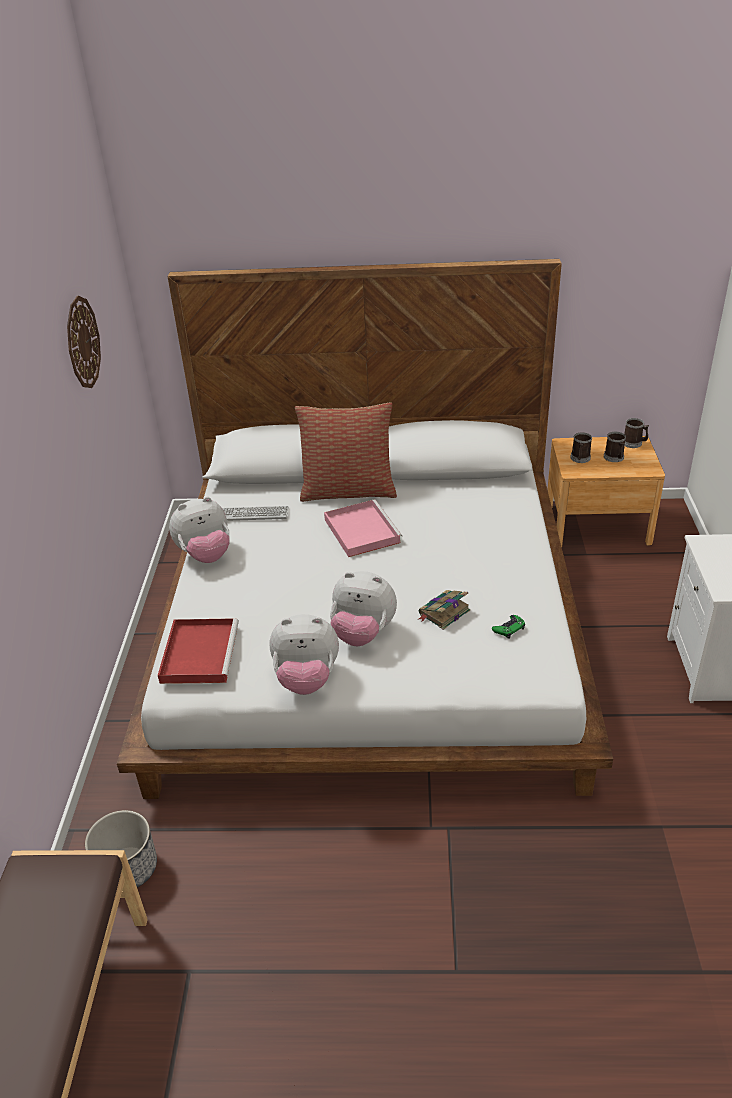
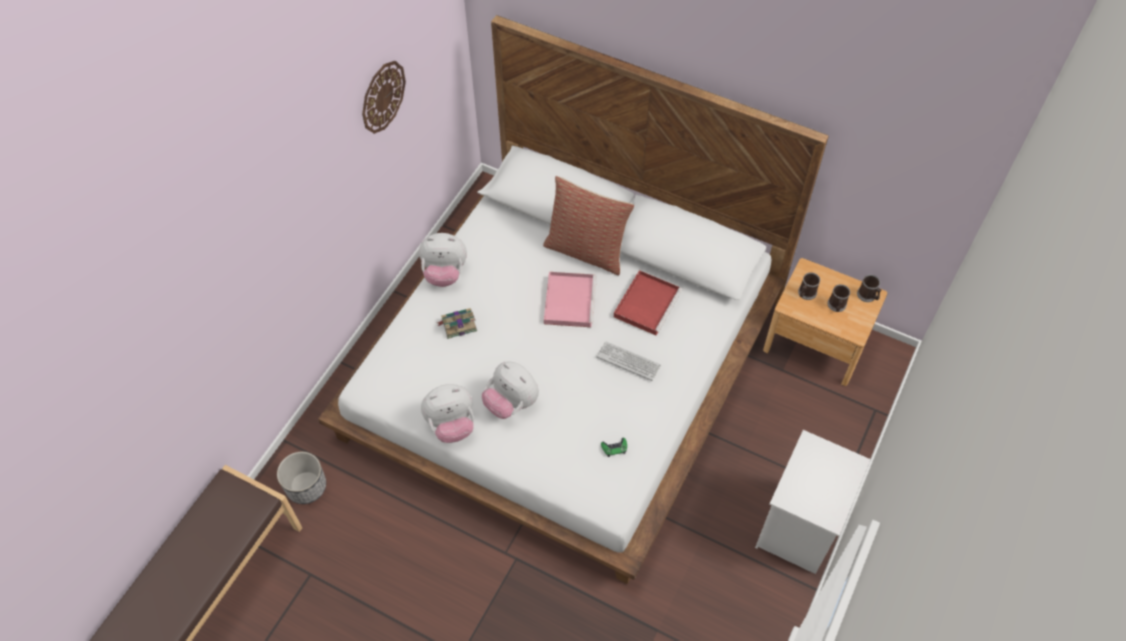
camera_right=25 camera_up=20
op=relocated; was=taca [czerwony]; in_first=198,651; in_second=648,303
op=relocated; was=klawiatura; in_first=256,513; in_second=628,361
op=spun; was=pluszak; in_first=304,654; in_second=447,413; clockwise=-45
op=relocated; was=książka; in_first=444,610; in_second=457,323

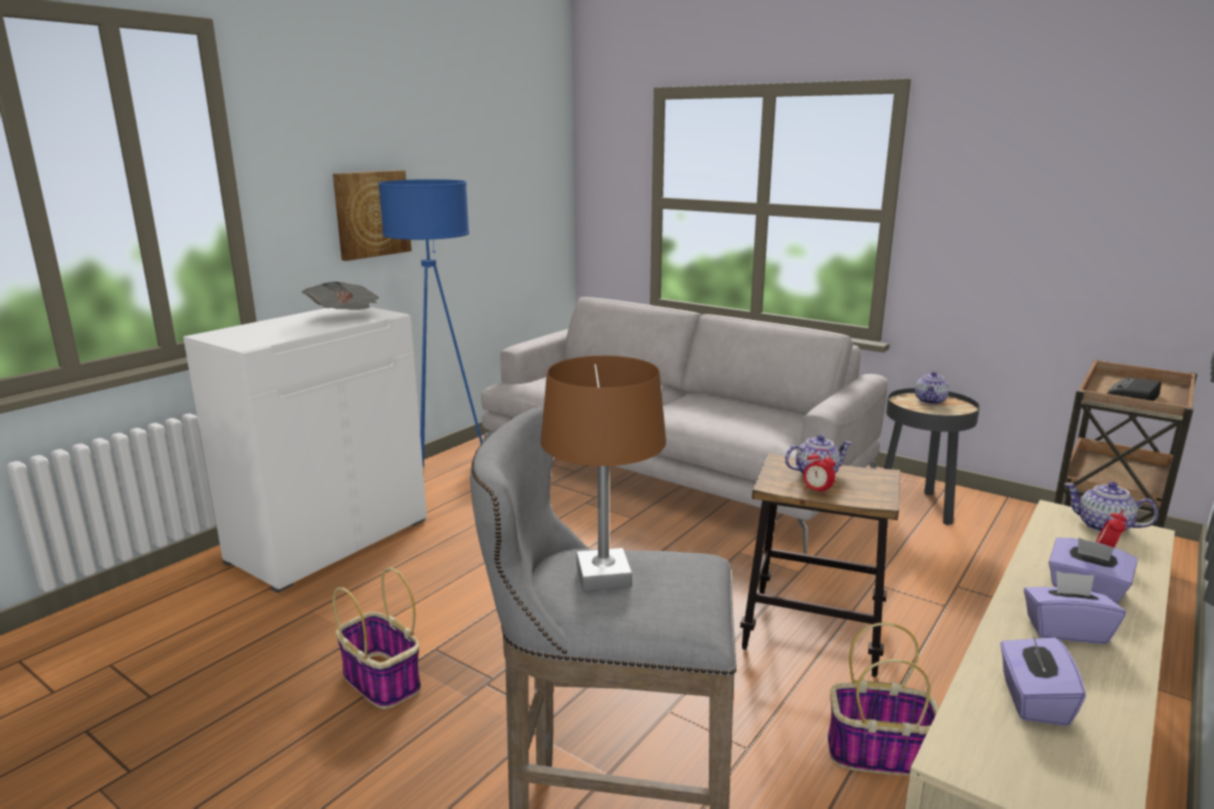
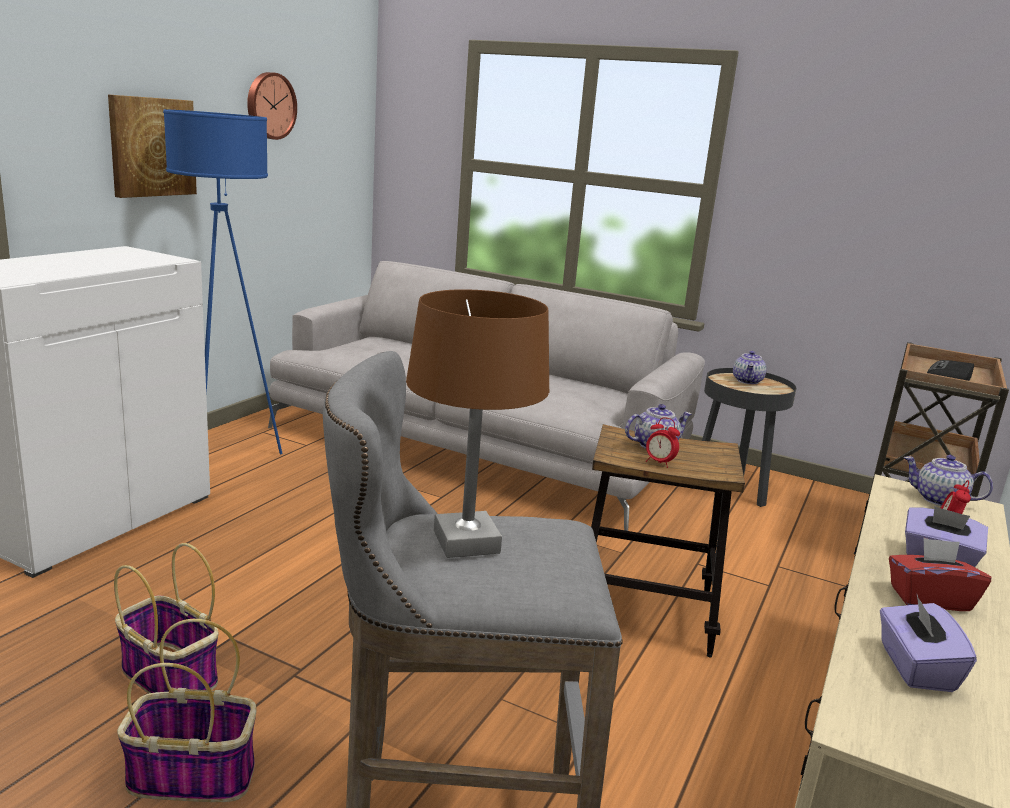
camera_right=-10 camera_up=0
op=missing; was=gazeta; in_first=340,296
op=relocated; was=koszyk; in_first=883,699; in_second=187,710
op=colour; was=pudełko chusteczek [fioletowy]; now=pudełko chusteczek [czerwony]; in_first=1075,607; in_second=940,574
op=appeared; now=zegar ścienny; in_second=272,106

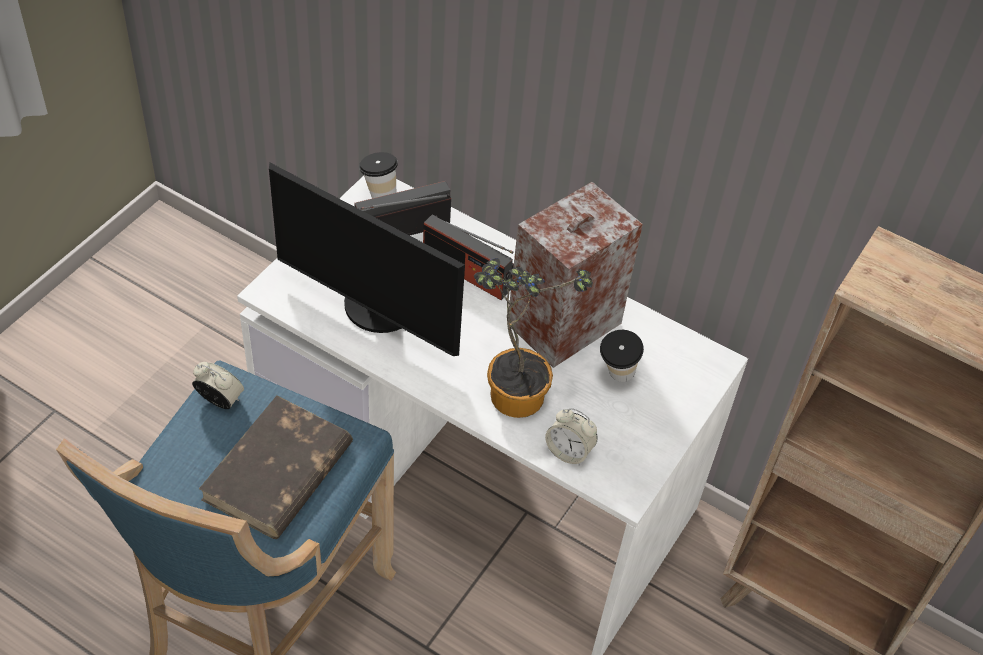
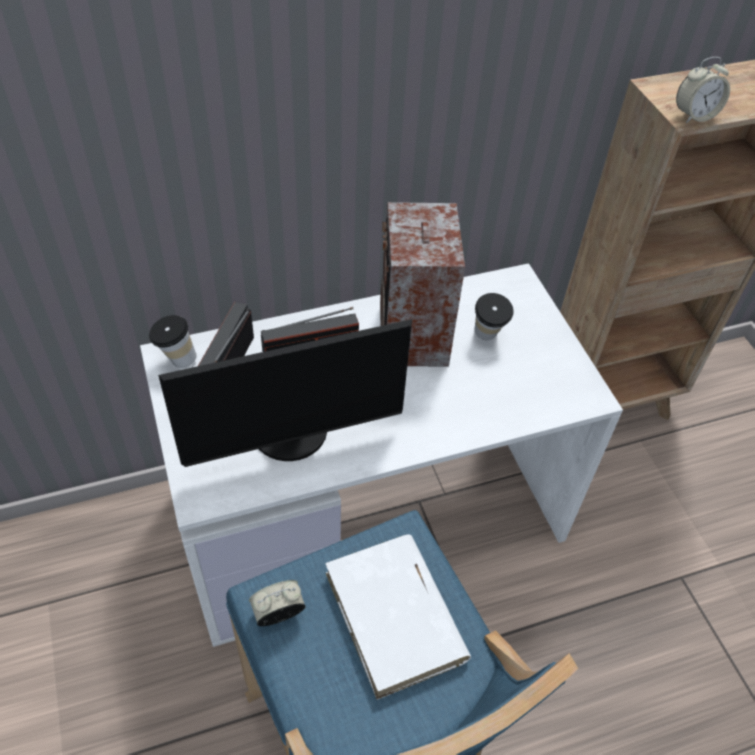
camera_right=-50 camera_up=0
op=colour; was=książka [brązowy]; now=książka [biały]; in_first=276,467; in_second=398,617
op=missing; was=roślina doniczkowa; in_first=533,338
op=relocated; was=budzik; in_first=571,437; in_second=703,90

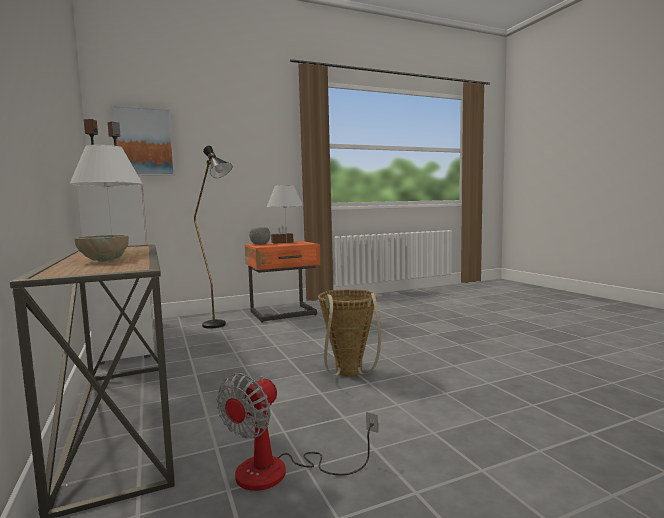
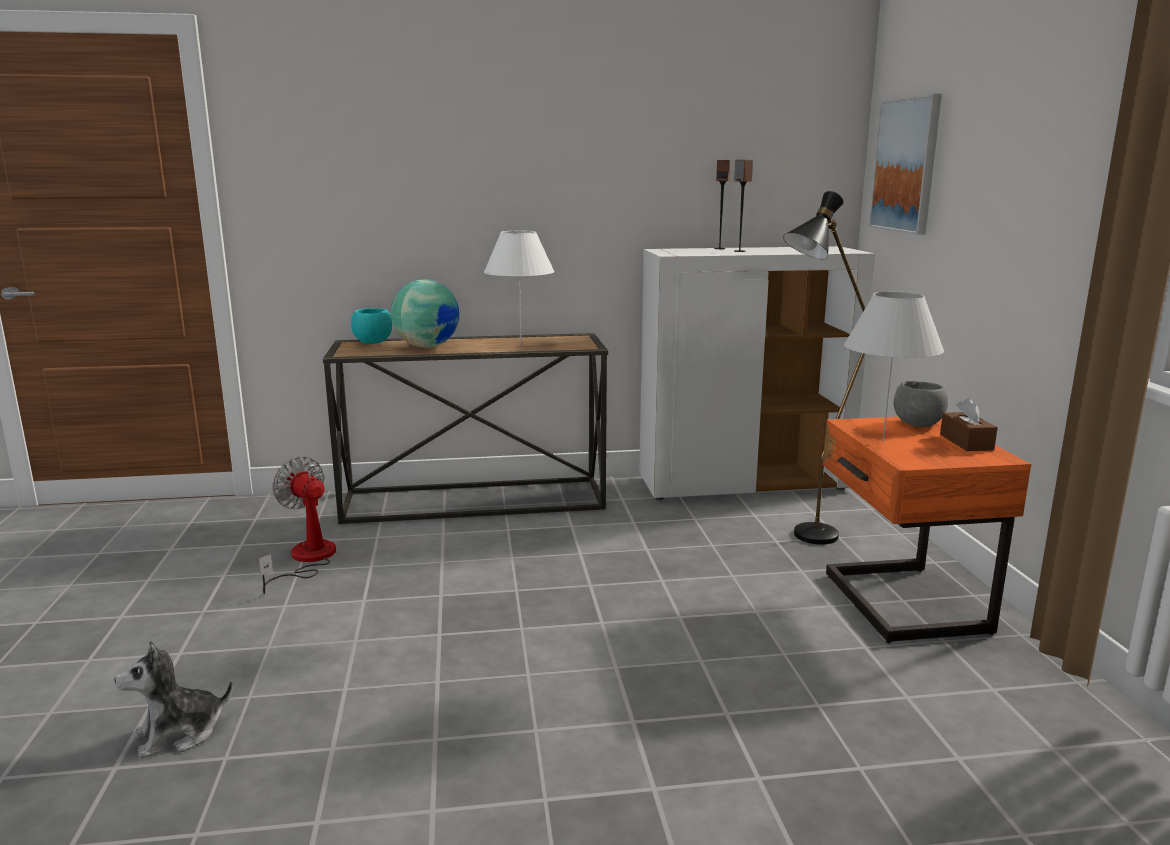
camera_right=105 camera_up=10
op=exchanged; was=miska [beżowy]; now=globus; in_first=102,248; in_second=425,313
op=missing; was=koszyk; in_first=349,333
op=appeared; now=pluszak; in_second=173,700
op=appeared; now=miska [turkusowy]; in_second=371,326

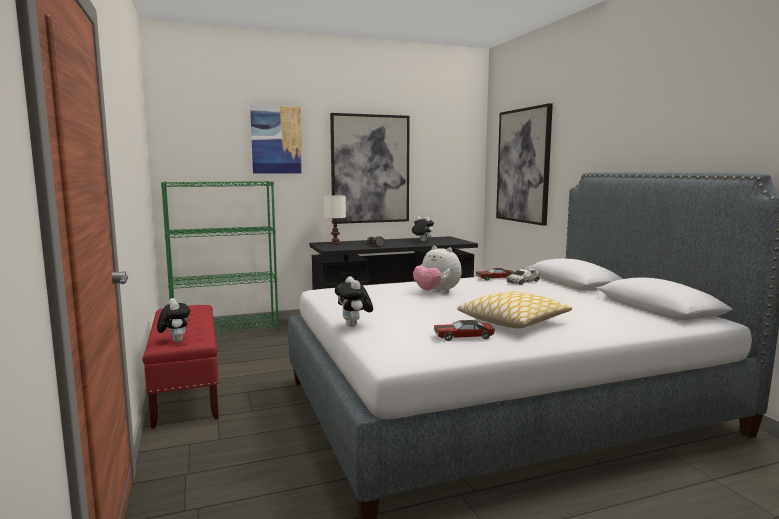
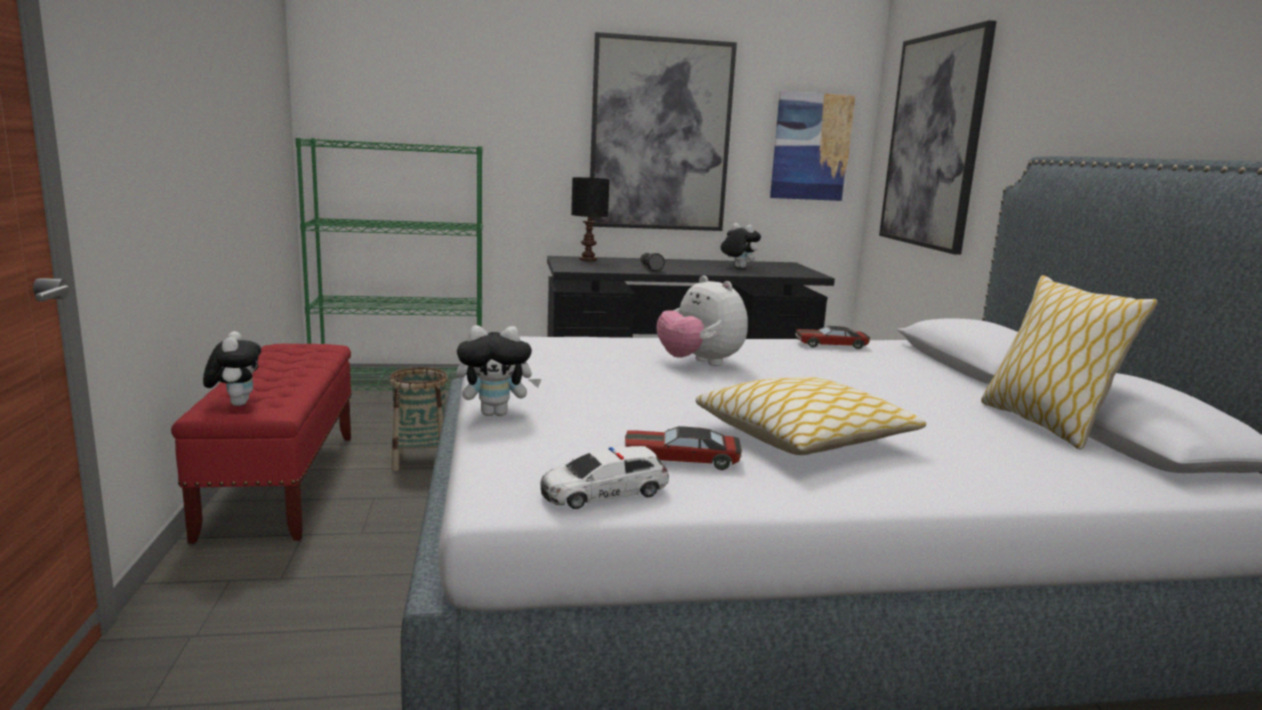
camera_right=10 camera_up=5
op=relocated; was=obraz; in_first=276,139; in_second=812,146
op=colour; was=lampa stołowa [biały]; now=lampa stołowa [czarny]; in_first=335,219; in_second=590,219
op=spun; was=pluszak; in_first=354,301; in_second=499,370; clockwise=-90
op=relocated; was=samochodzik; in_first=524,276; in_second=605,477
op=appeared; now=koszyk; in_second=419,419
op=appeared; now=poduszka; in_second=1069,362

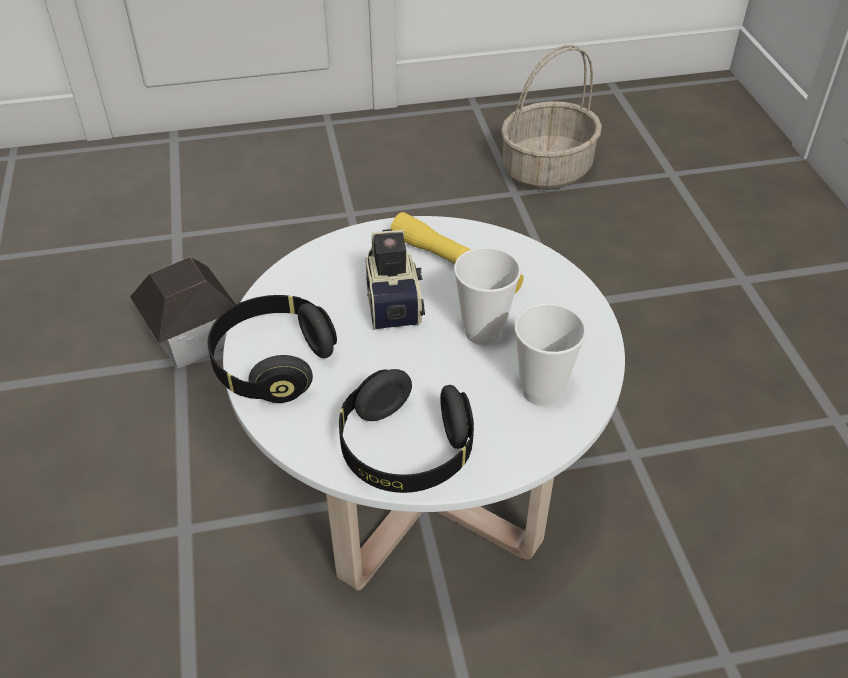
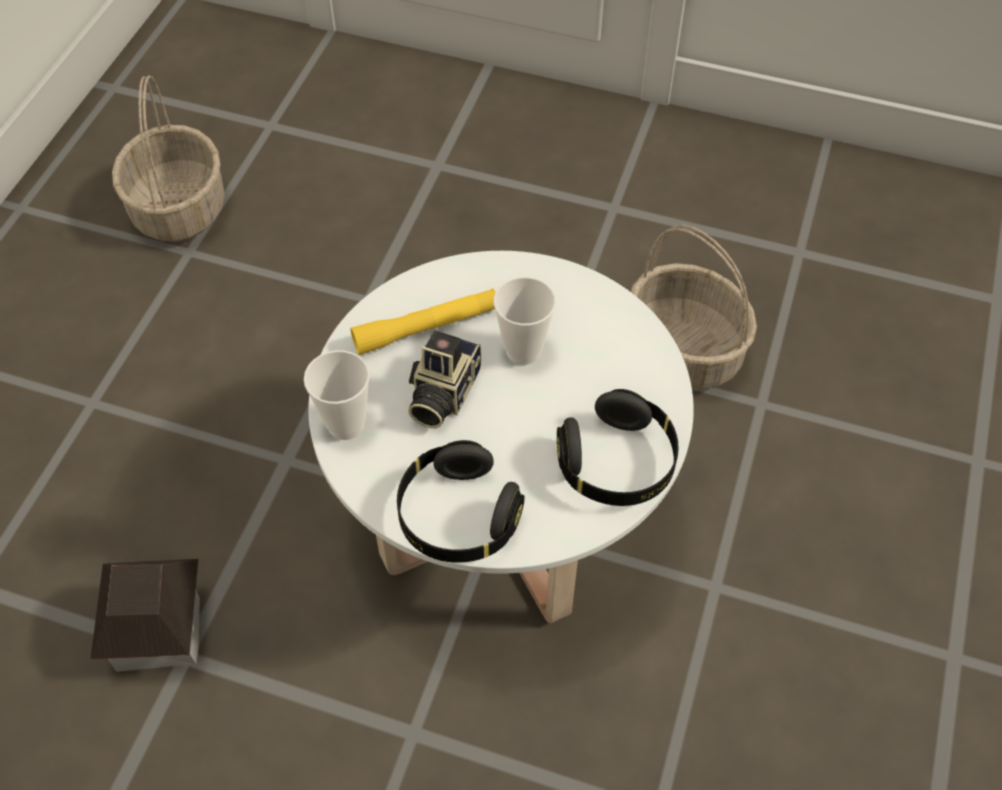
camera_right=-60 camera_up=10
op=spun; was=aparat fotograficzny; in_first=395,279; in_second=444,379; clockwise=-90
op=relocated; was=filiżanka; in_first=550,354; in_second=337,395
op=appeared; now=koszyk; in_second=694,306

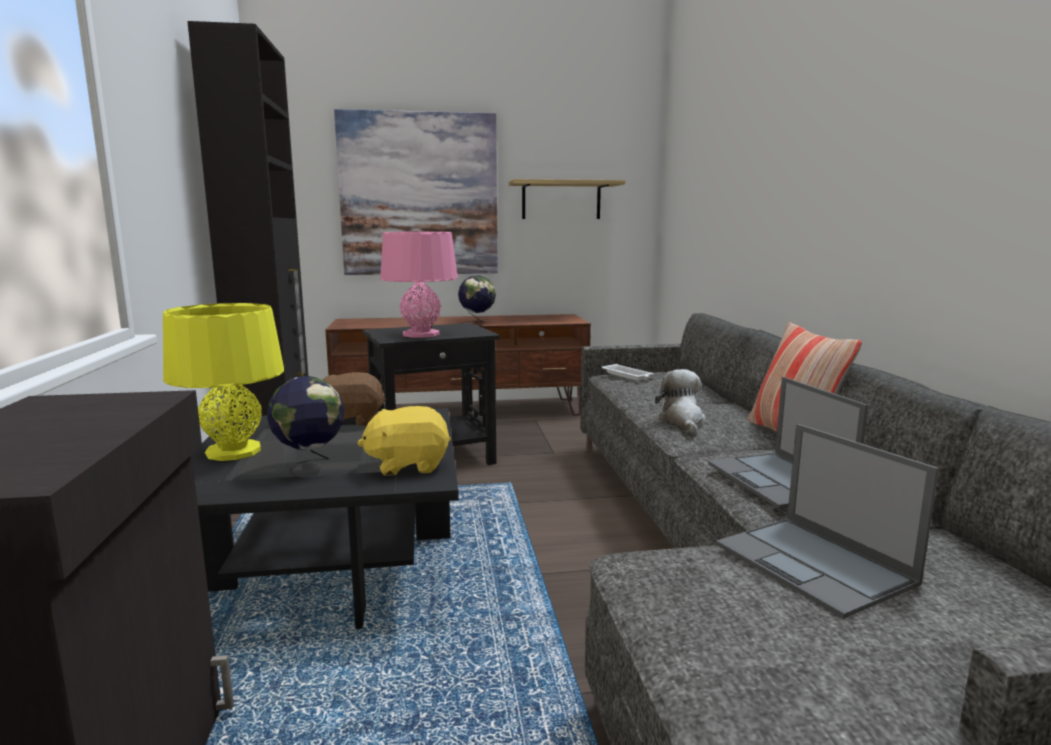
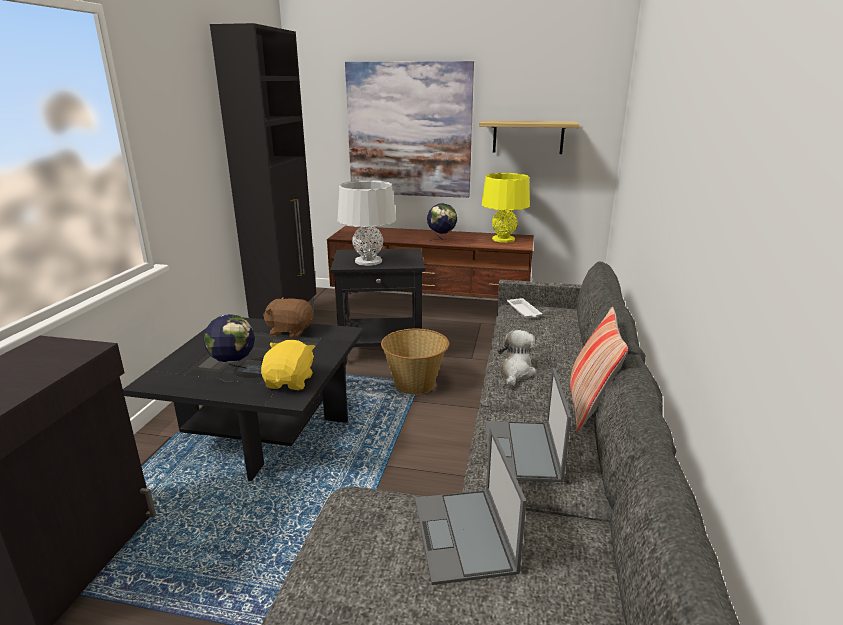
camera_right=20 camera_up=10
op=relocated; was=lampa stołowa [żółty]; in_first=223,382; in_second=506,208
op=spun; was=pluszak [żółty]; in_first=404,441; in_second=288,365; clockwise=90
op=colour; was=lampa stołowa [różowy]; now=lampa stołowa [szary]; in_first=419,284; in_second=367,223
op=appeared; now=koszyk; in_second=415,362

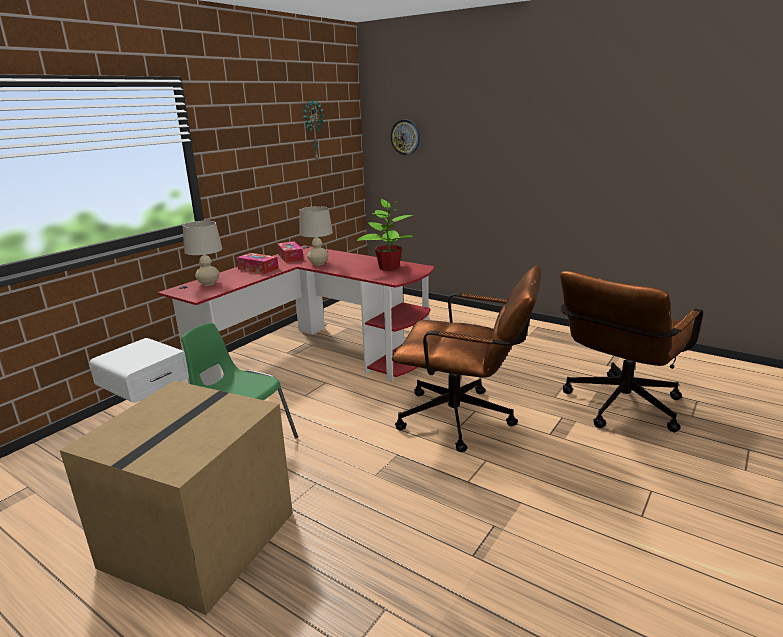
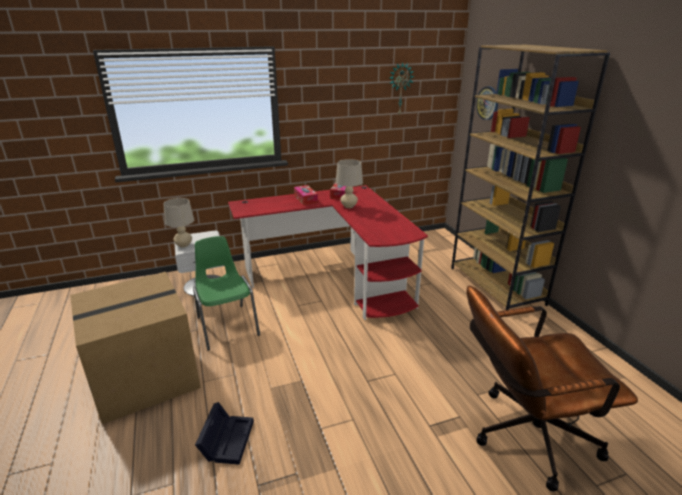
camera_right=35 camera_up=5
op=relocated; was=lampa stołowa [beżowy]; in_first=202,253; in_second=178,223
op=missing; was=roślina doniczkowa; in_first=385,234
op=missing; was=krzesło biurowe [brązowy]; in_first=466,358
op=appeared; now=pojemnik do przechowywania [czarny]; in_second=224,433
op=appeared; now=regał [brązowy]; in_second=530,177

